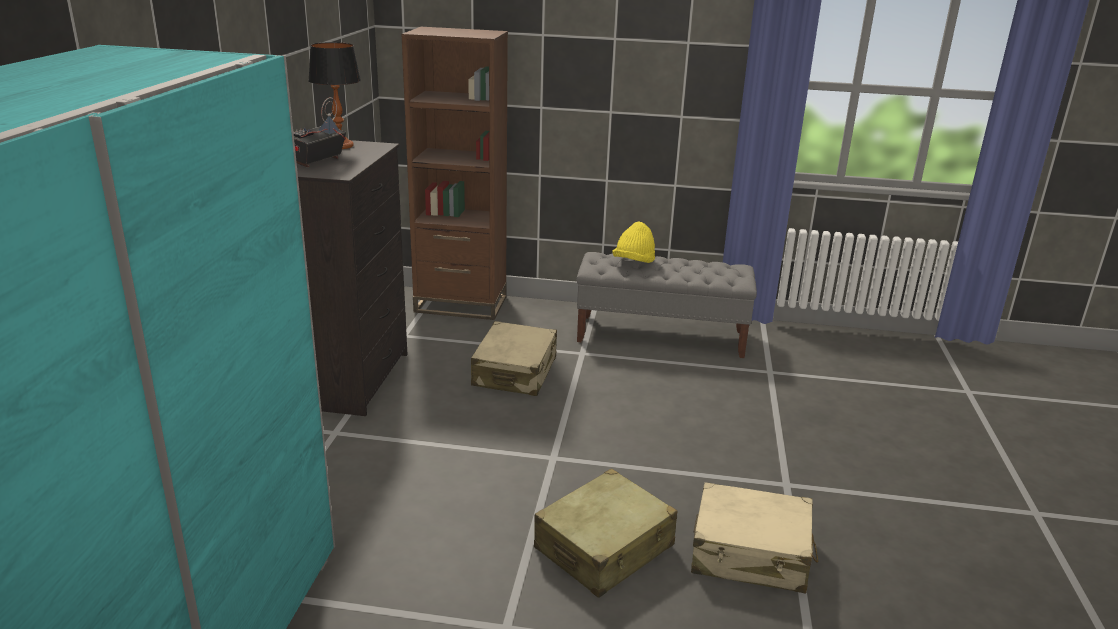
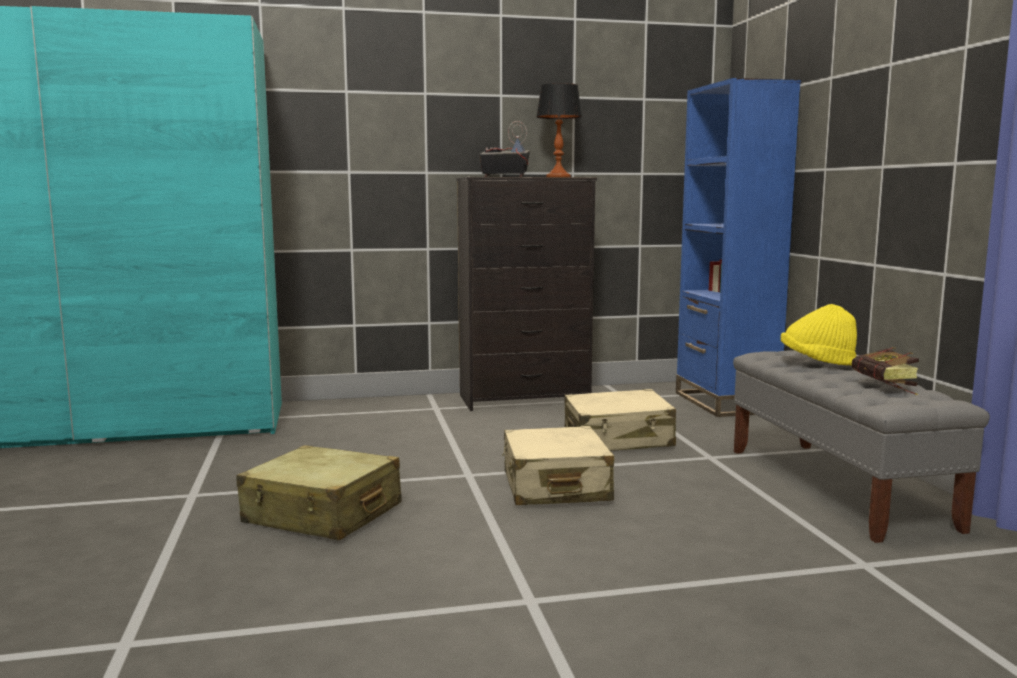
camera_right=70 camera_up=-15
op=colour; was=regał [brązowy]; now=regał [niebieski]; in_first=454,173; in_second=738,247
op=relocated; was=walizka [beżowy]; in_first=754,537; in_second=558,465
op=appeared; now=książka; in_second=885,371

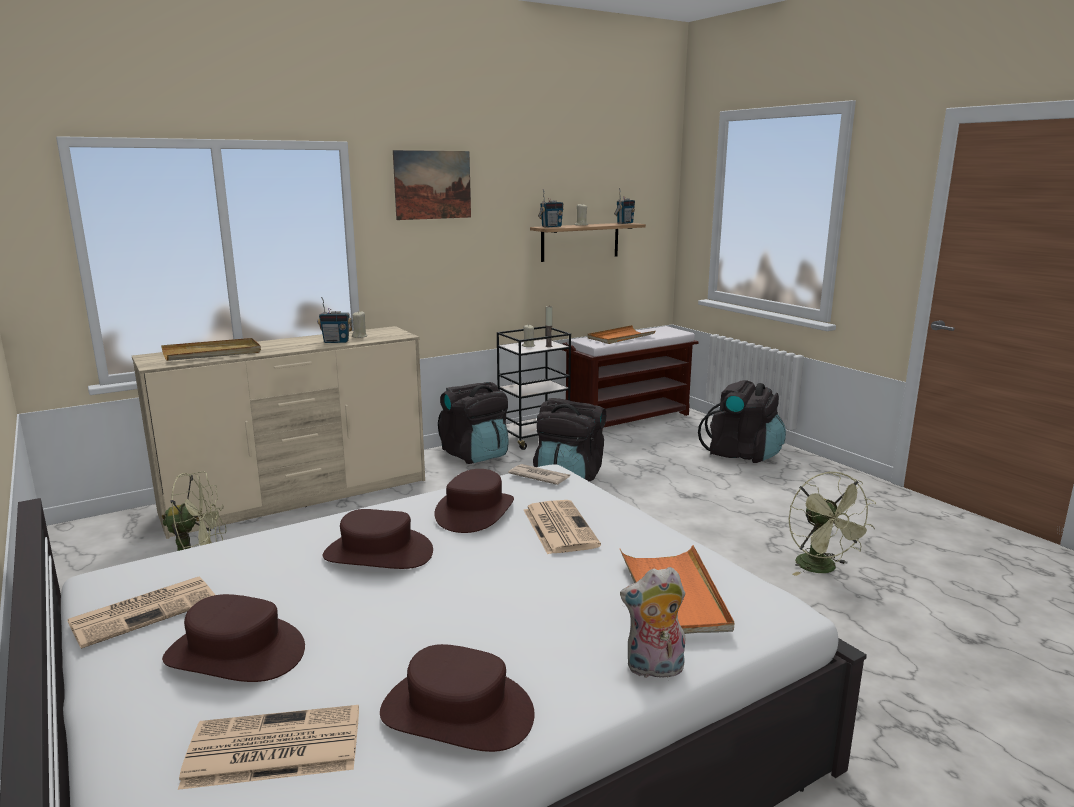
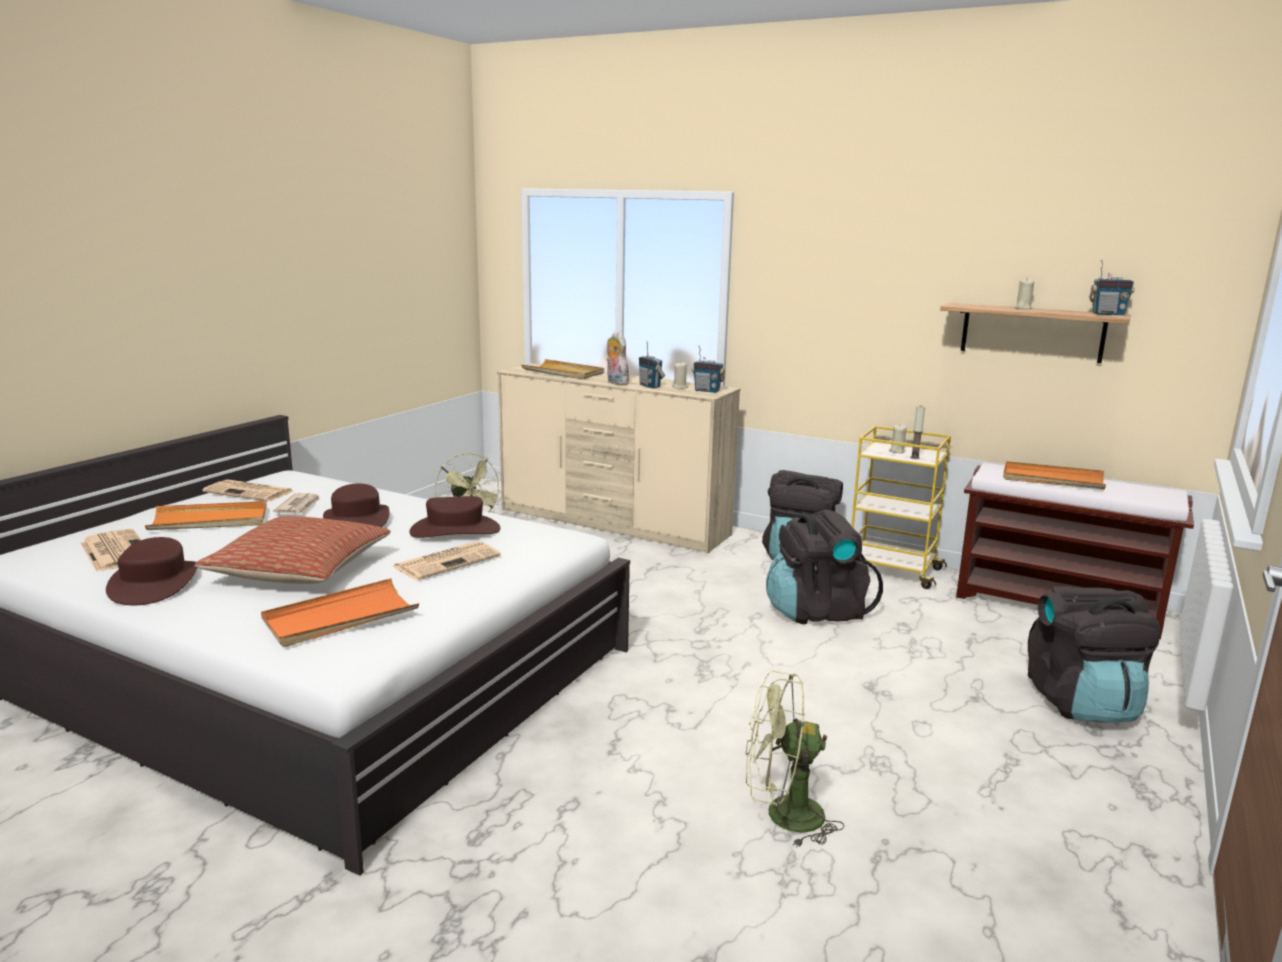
camera_right=60 camera_up=0
op=exchanged; was=kapelusz [brązowy]; now=taca [pomarańczowy]; in_first=233,638; in_second=206,515
op=missing; was=obraz; in_first=432,185
op=colour; was=wózek [czarny]; now=wózek [żółty]; in_first=534,388; in_second=901,507
op=relocated; was=gazeta; in_first=539,474; in_second=297,503
op=relocated; was=radio; in_first=551,208; in_second=708,369
op=relocated; was=pluszak; in_first=652,622; in_second=617,358
op=spun; was=wentylator [zielony]; in_first=832,523; in_second=795,759; clockwise=45
op=appeared; now=poduszka; in_second=292,550

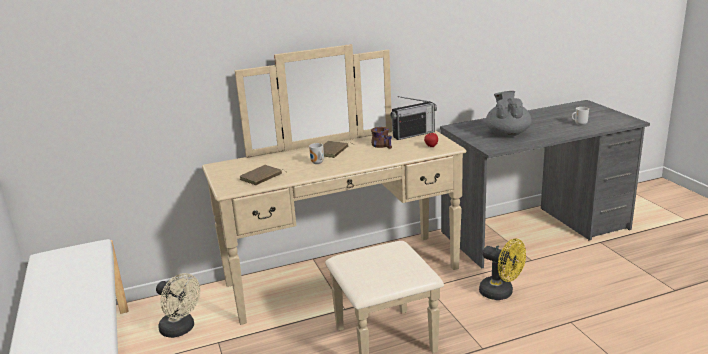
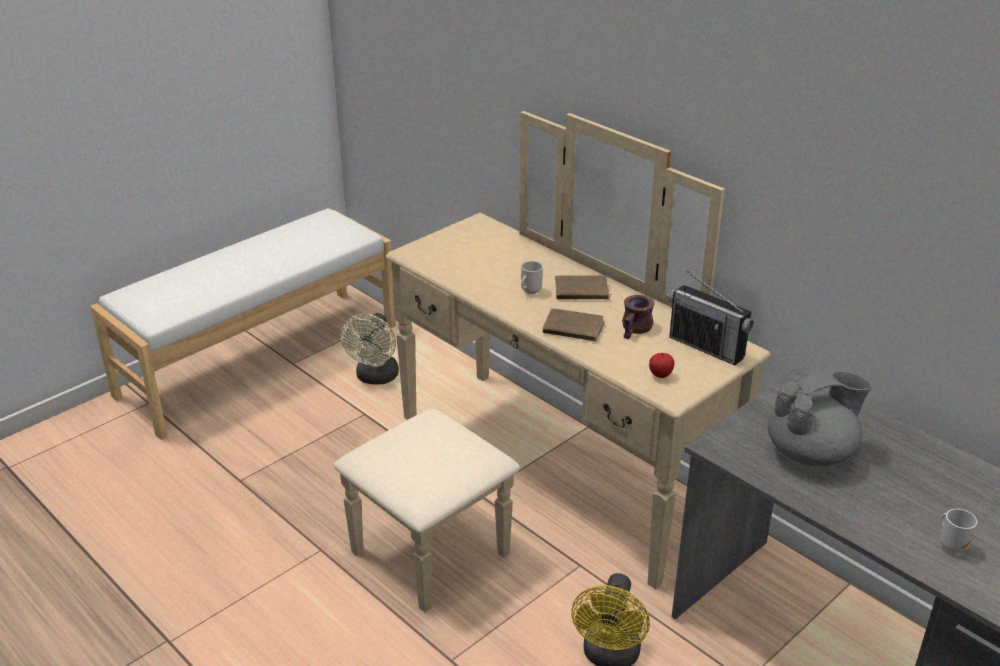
camera_right=65 camera_up=10
op=relocated; was=książka [brązowy]; in_first=262,175; in_second=574,326

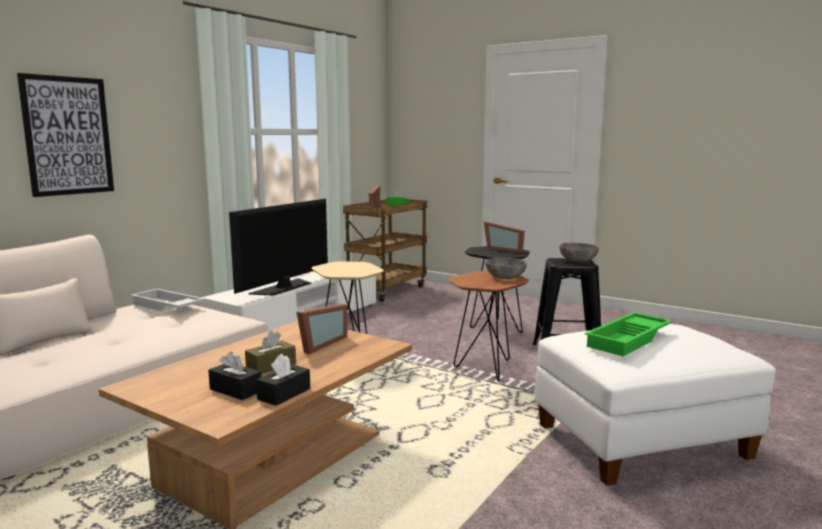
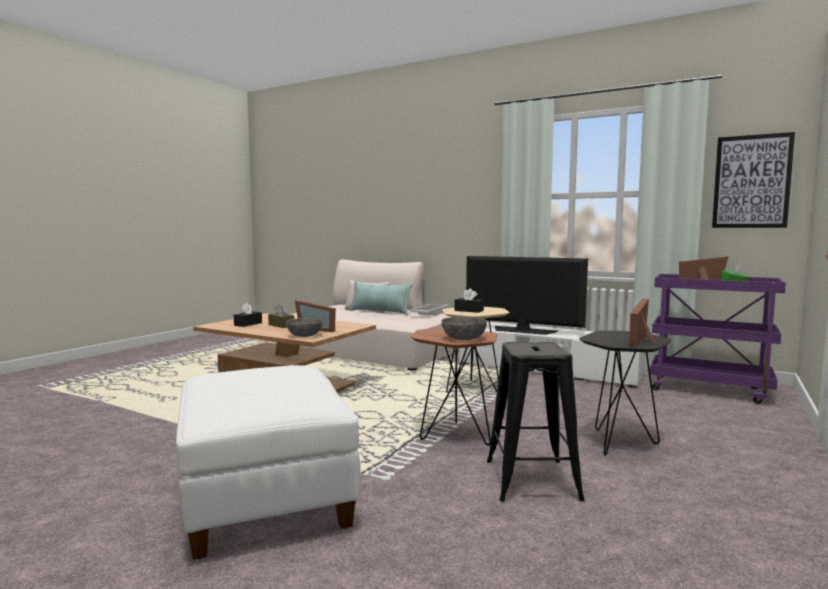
camera_right=85 camera_up=-5
op=relocated; was=obraz; in_first=65,135; in_second=753,180
op=relocated; was=pudełko chusteczek [czarny]; in_first=283,380; in_second=469,300
op=colour; was=wózek [brązowy]; now=wózek [fioletowy]; in_first=385,250; in_second=718,339
op=relocated; was=miska [szary]; in_first=579,252; in_second=304,327
op=missing; was=taca [zielony]; in_first=628,334
op=appeared; now=poduszka; in_second=381,298

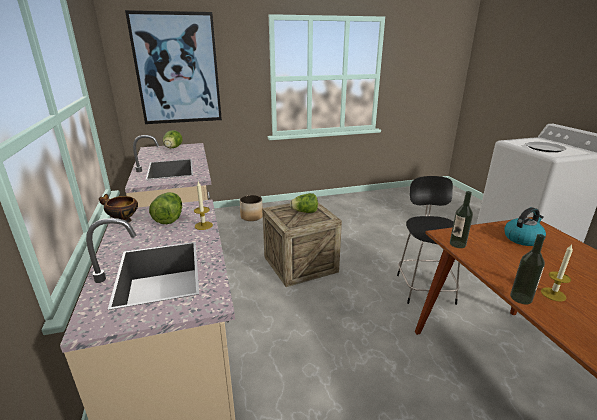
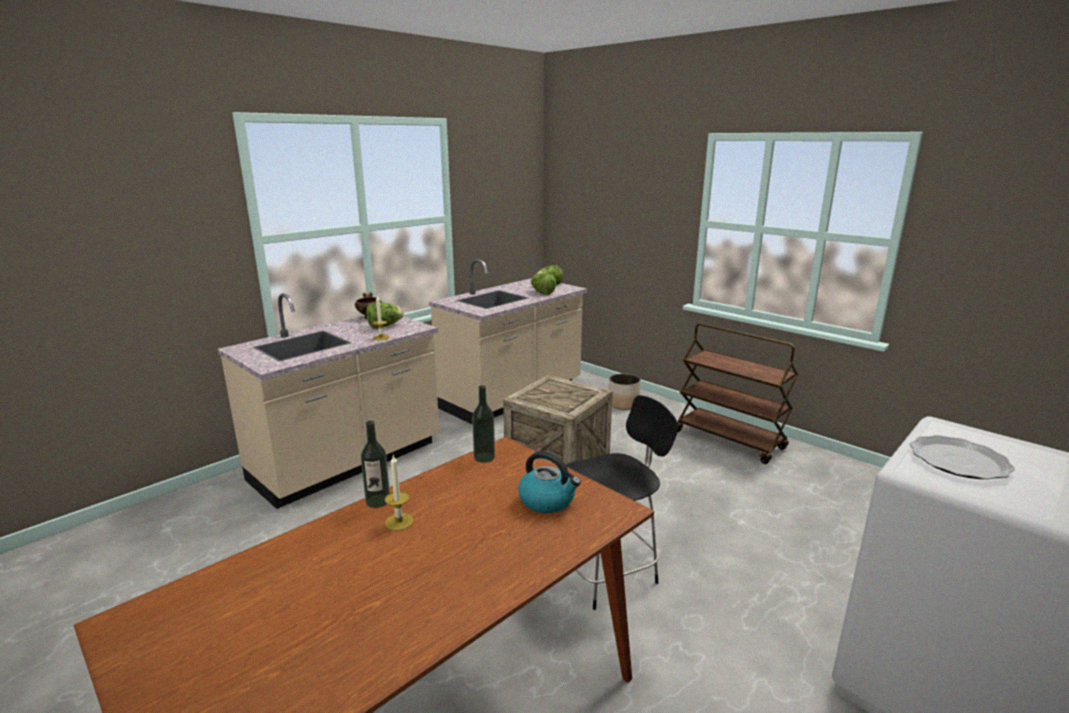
camera_right=60 camera_up=-5
op=missing; was=obraz; in_first=173,67
op=relocated; was=sałata; in_first=304,203; in_second=543,284
op=appeared; now=wózek [brązowy]; in_second=737,393

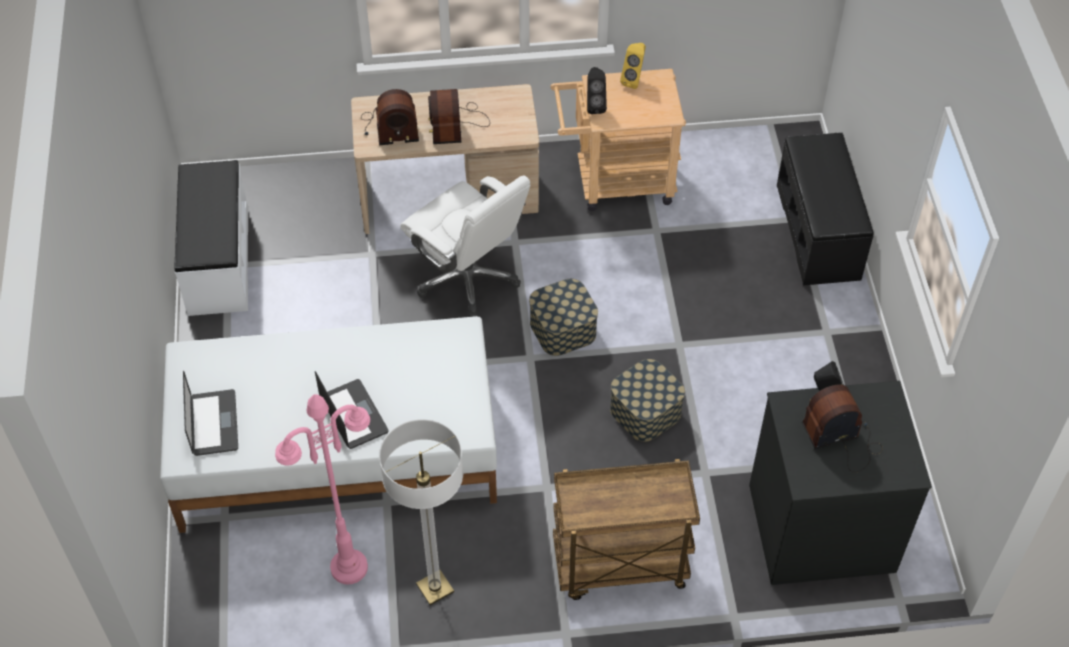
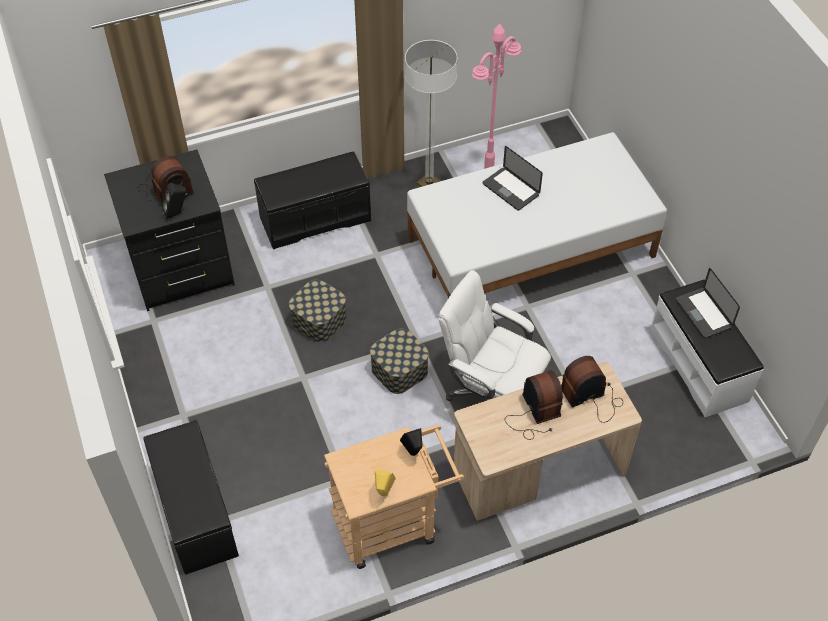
camera_right=165 camera_up=0
op=relocated; was=laptop; in_first=210,413; in_second=708,303
op=exchanged; was=wózek [brązowy]; now=ławka [czarny]; in_first=626,529; in_second=312,200

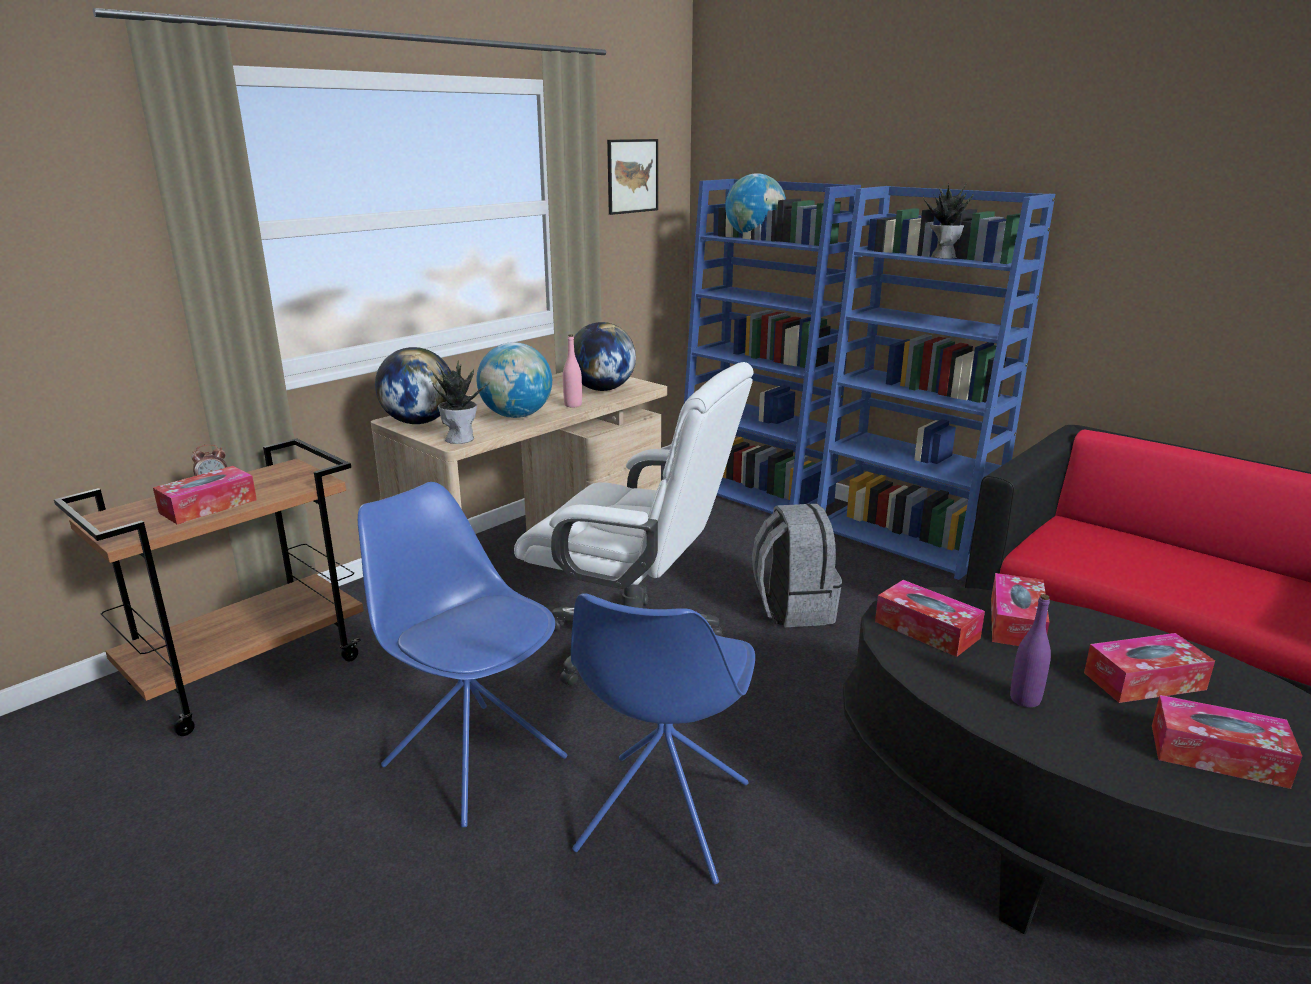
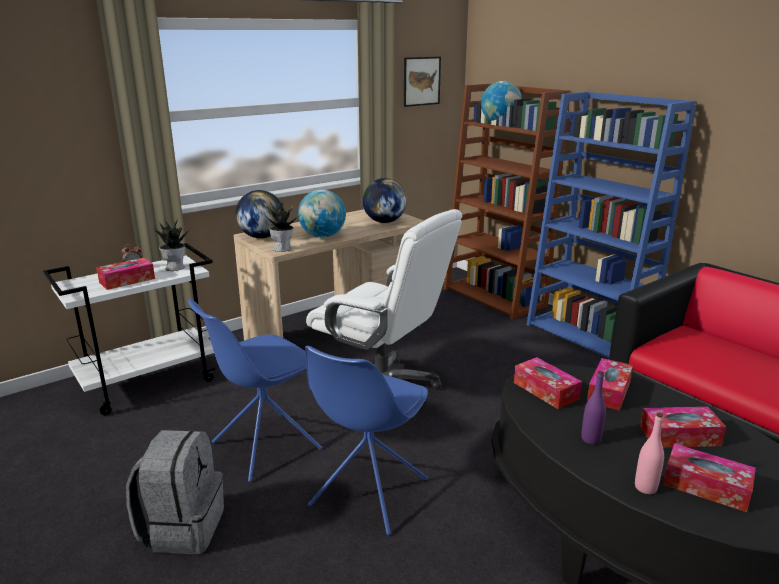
camera_right=10 camera_up=0
op=colour; was=wózek [brązowy]; now=wózek [biały]; in_first=209,587; in_second=129,329
op=spun; was=krzesło [niebieski]; in_first=462,654; in_second=255,390; clockwise=-90
op=relocated; was=butelka [różowy]; in_first=572,371; in_second=649,453
op=colour; was=regał [niebieski]; now=regał [brązowy]; in_first=772,346; in_second=507,202
op=relocated; was=plecak [szary]; in_first=797,565; in_second=175,492
op=relocated; was=roślina doniczkowa; in_first=948,221; in_second=172,245

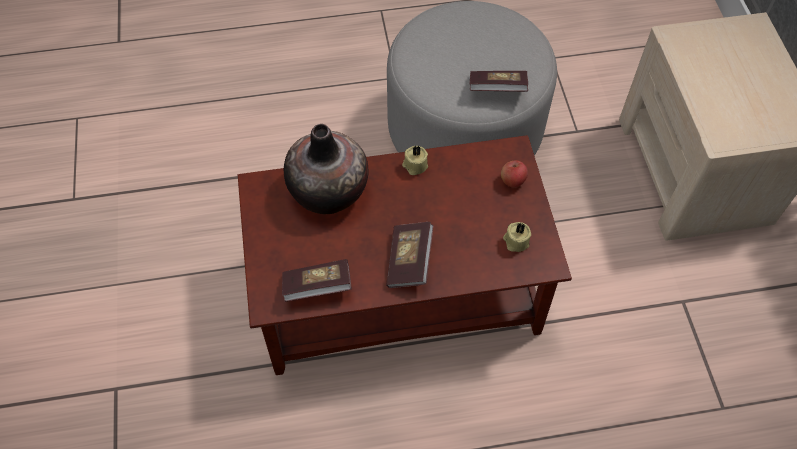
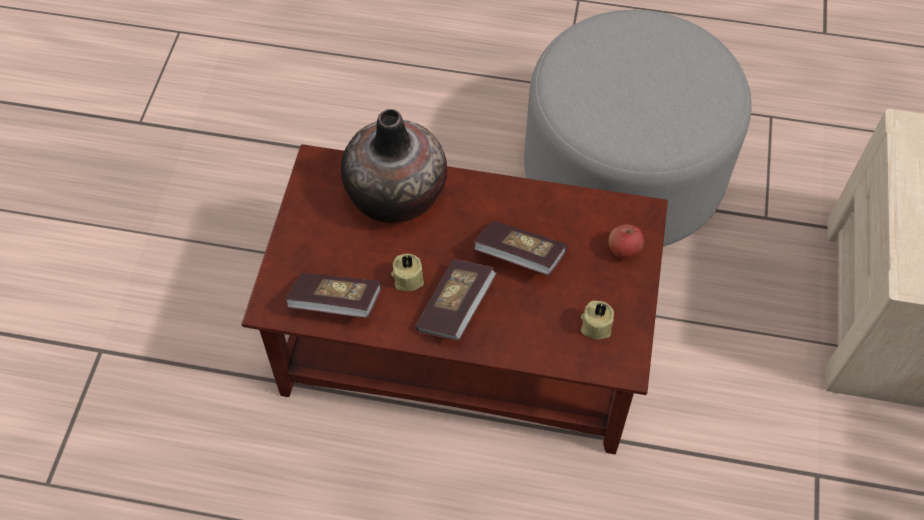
camera_right=20 camera_up=0
op=relocated; was=świeca [beżowy]; in_first=415,160; in_second=407,272
op=relocated; was=książka; in_first=499,81; in_second=520,248

